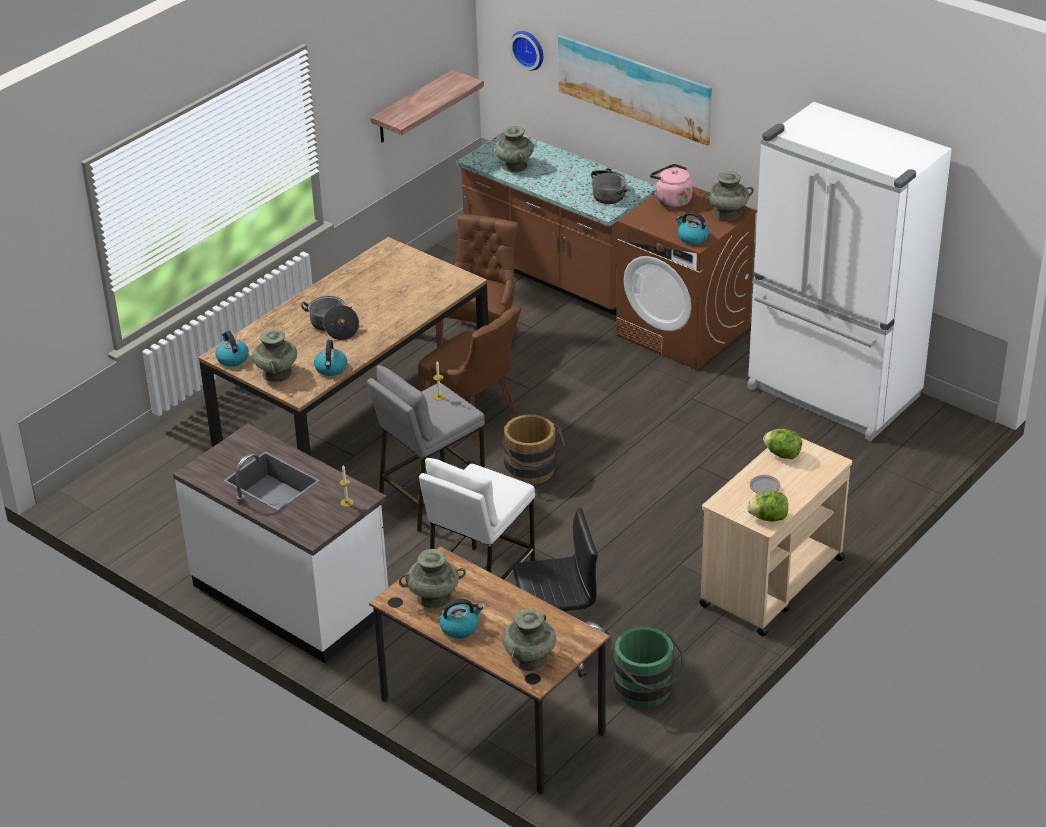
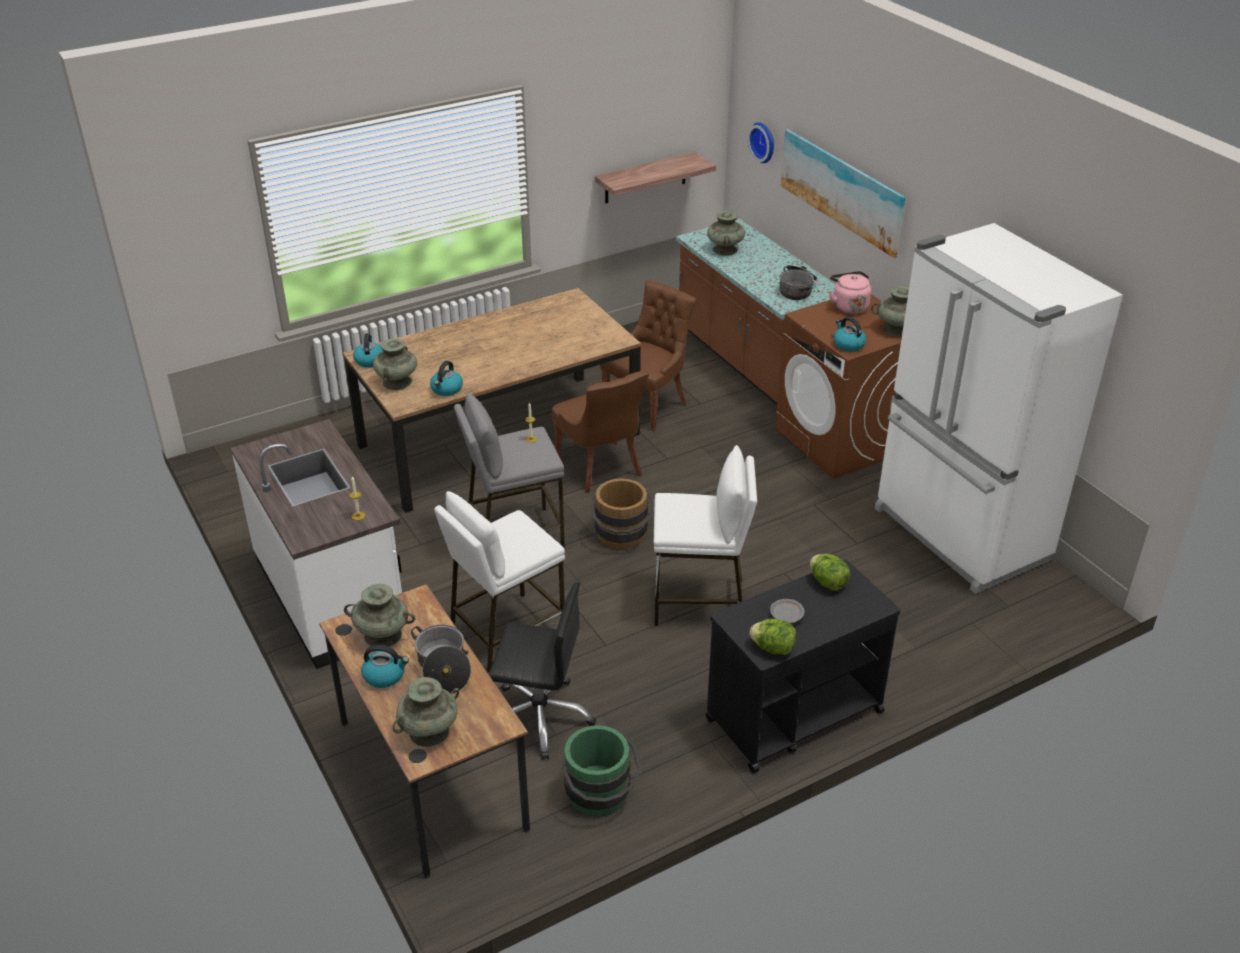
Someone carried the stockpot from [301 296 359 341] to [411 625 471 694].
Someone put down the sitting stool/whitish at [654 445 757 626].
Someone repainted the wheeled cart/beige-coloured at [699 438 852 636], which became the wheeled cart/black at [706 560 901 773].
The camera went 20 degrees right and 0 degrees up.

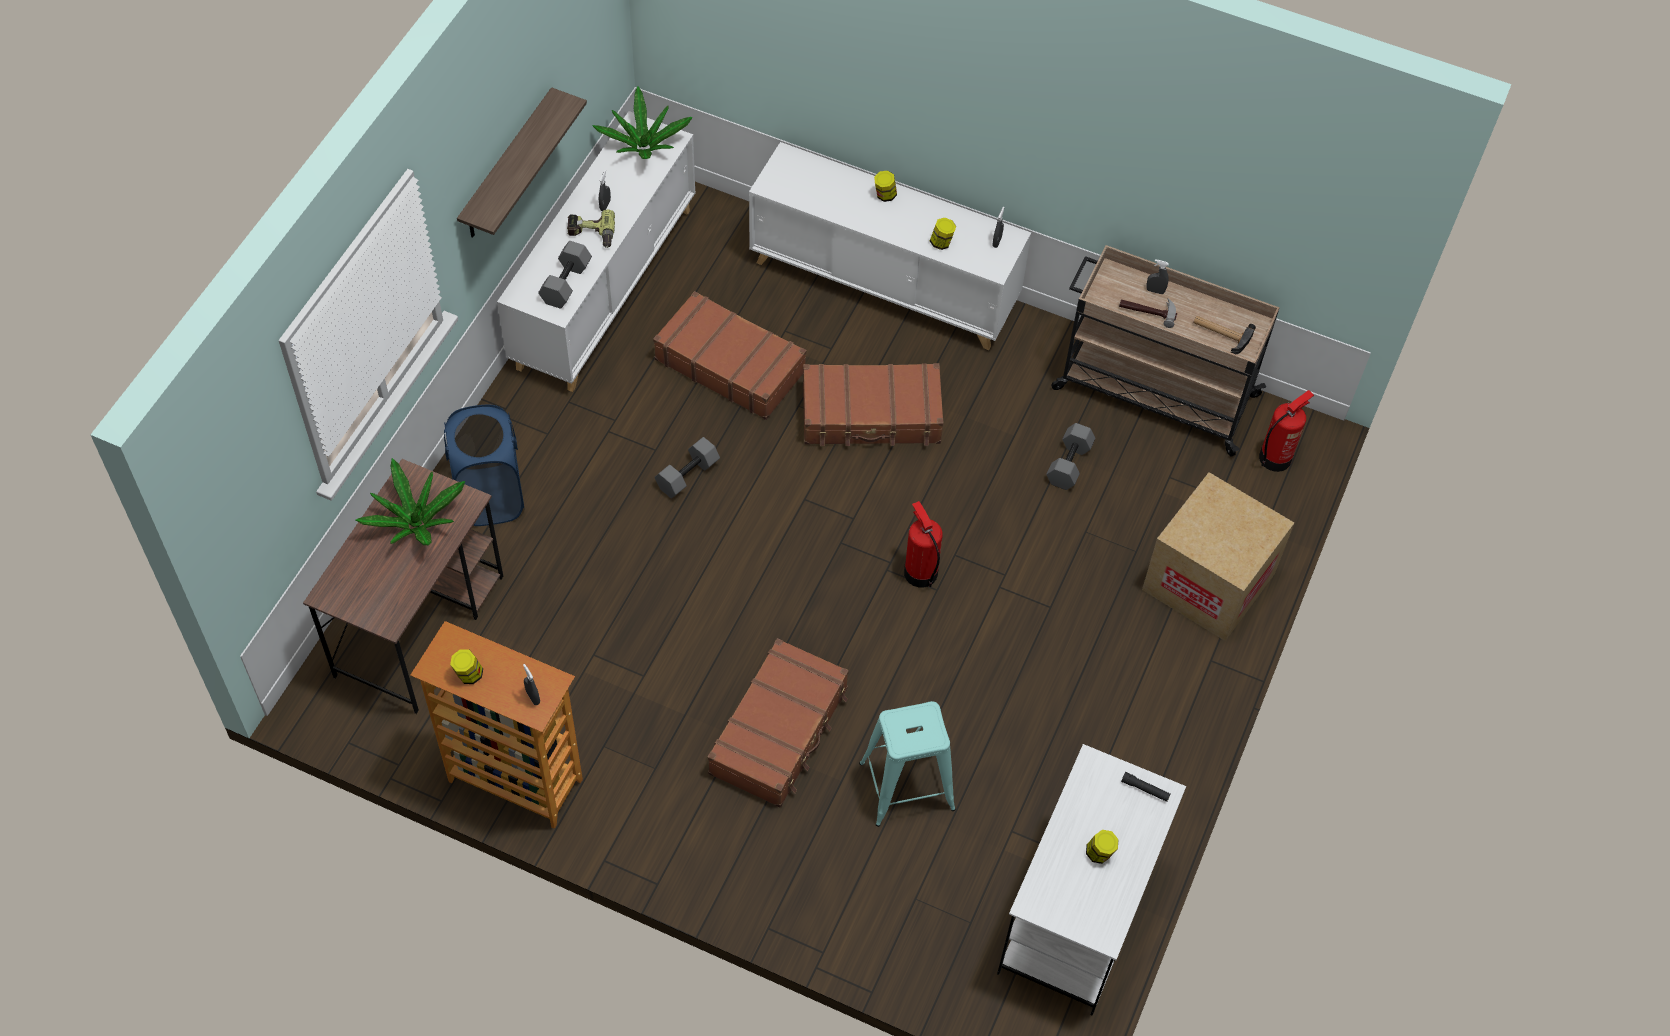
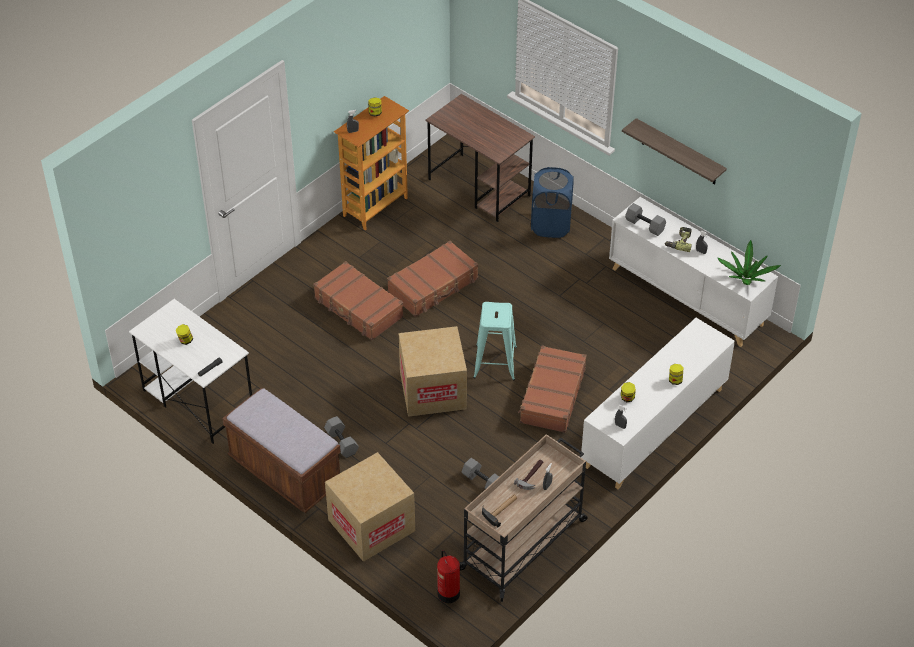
Someone put down the long seat/brownish at [222 388 341 513].
Someone carried the dumbbell/grey from [655 437 720 498] to [324 416 359 458].
Someone carried the suitcase/brownish from [653 291 807 420] to [387 241 478 317].
Someone swapped the fire-fighting cylinder at [904 501 943 588] for the cardboard box at [399 326 467 417].
Someone carried the sitting stool/turquoise-coloured from [859 701 956 827] to [473 302 517 381].
Someone took away the potted plant at [356 458 465 545].
The camera went 110 degrees right and 10 degrees down.

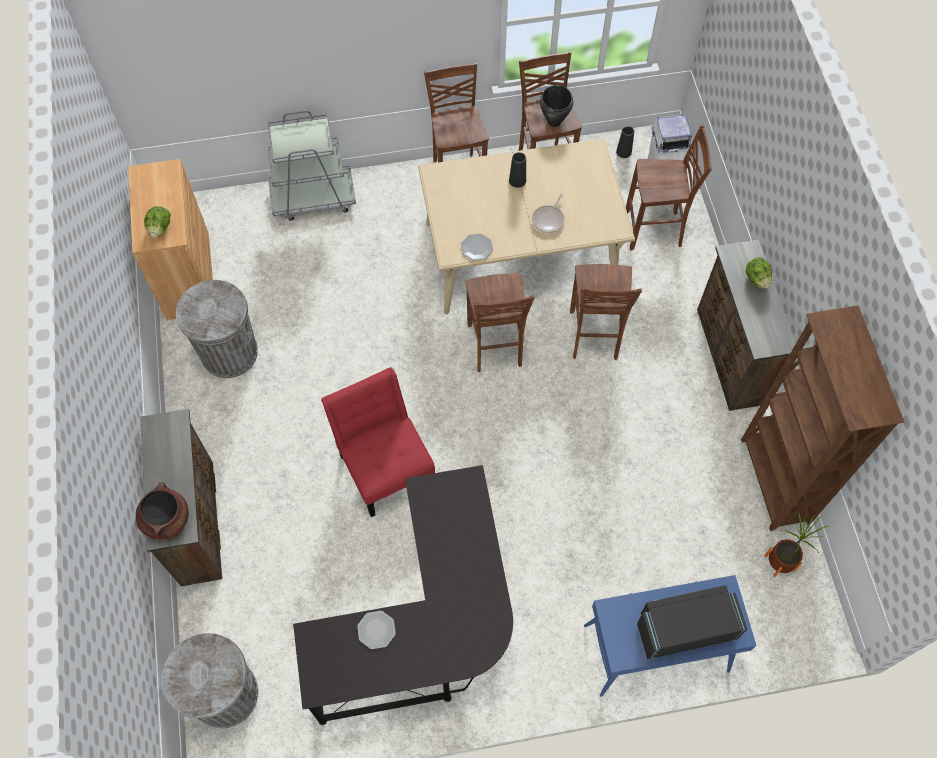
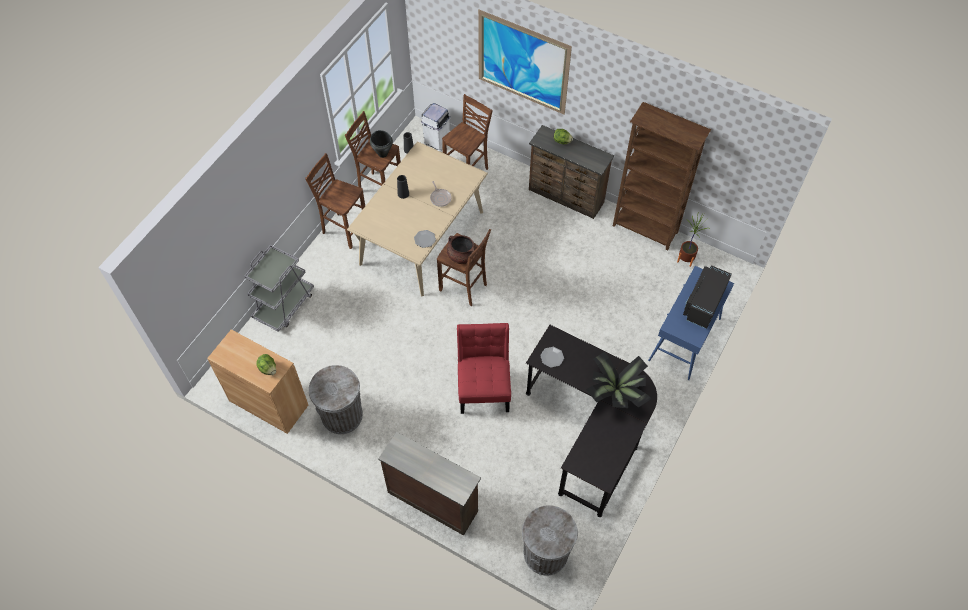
Someone carried the stockpot/brownish from [136 482 189 540] to [447 235 477 264].
Someone rotated the plain chair/reddish at [321 367 435 517] by 75 degrees clockwise.
Someone put up the wall art at [478 10 572 115].
Someone carried the plate from [357 611 396 649] to [540 347 564 368].
Someone put down the potted plant at [586 352 652 408].
Someone took away the sitting stool/brownish at [570 264 642 360].
The camera went 50 degrees left and 5 degrees down.

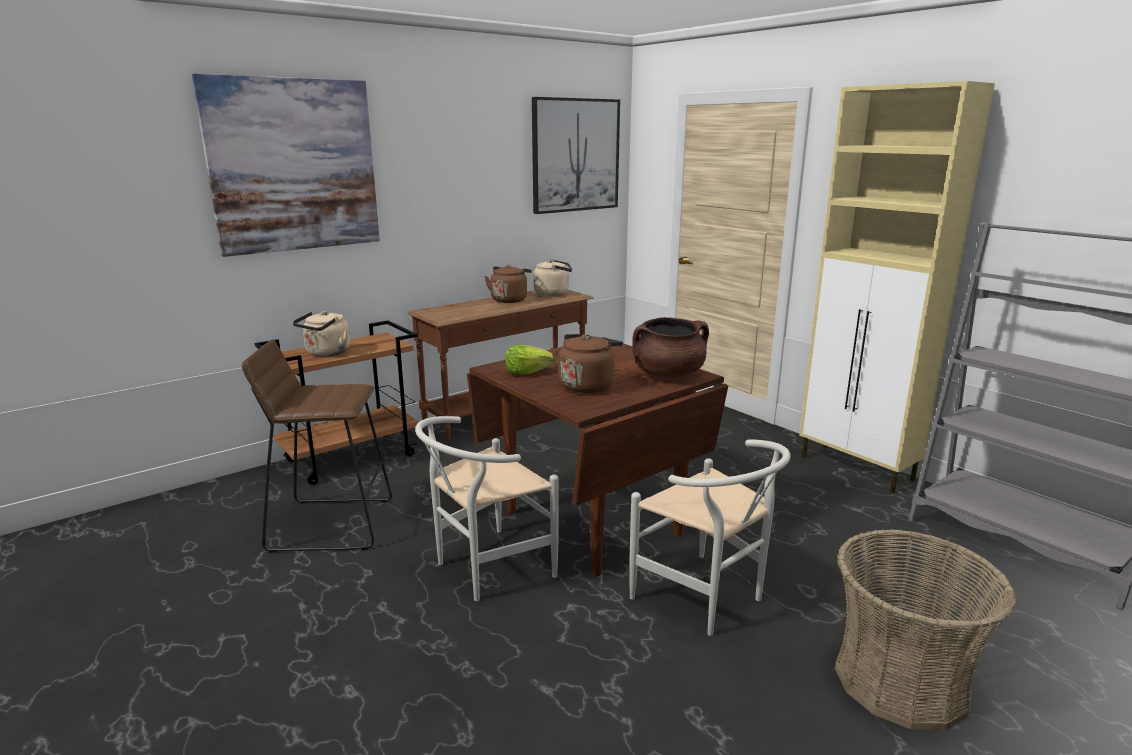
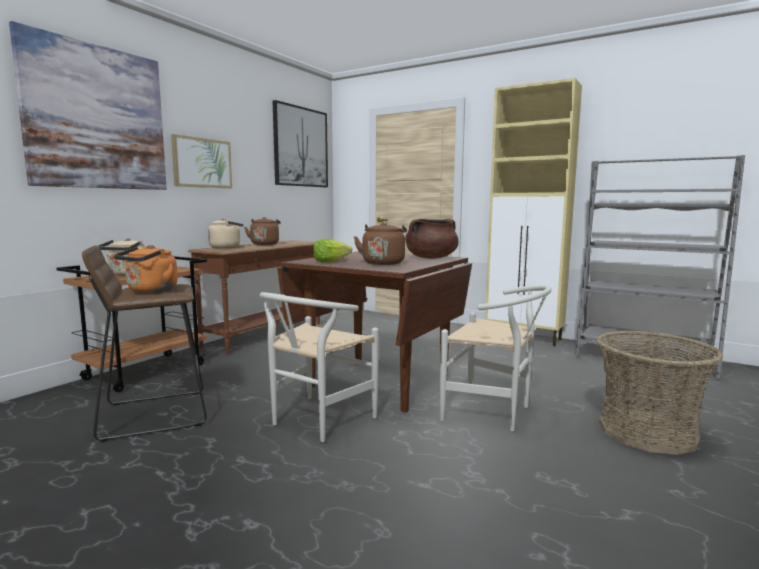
Someone put down the tea kettle/orangey at [114 245 178 293].
Someone put up the wall art at [171 134 232 188].
Someone carried the tea kettle/beige-coloured from [533 259 572 296] to [208 218 243 249].
The camera went 20 degrees left and 10 degrees down.

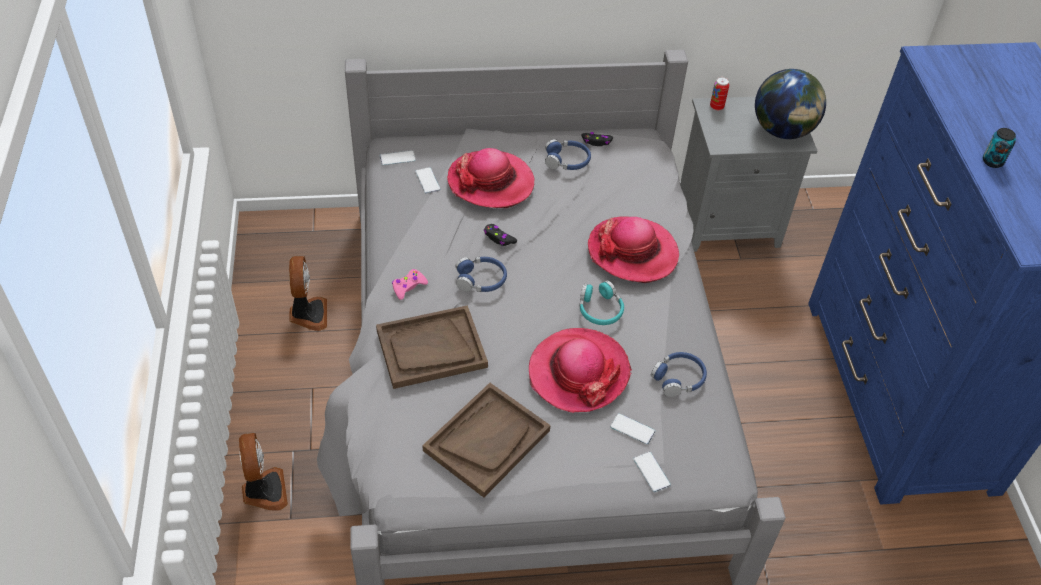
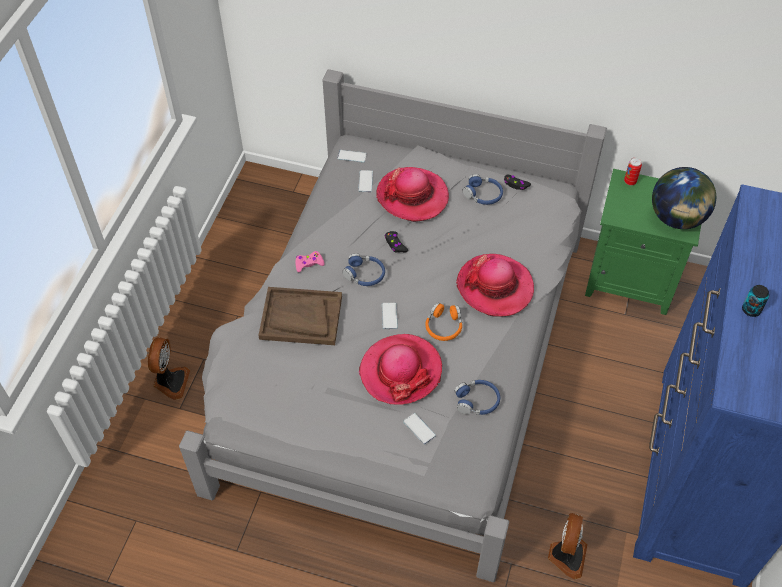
Someone carried the phone from [633 452 671 492] to [382 302 398 329].
Someone repainted the headphones/turquoise-coloured at [580 281 624 325], which became the headphones/orangey at [425 302 462 341].
Someone carried the cooling fan from [289 256 327 331] to [548 513 587 579].
Someone repainted the nightstand/grey at [680 97 817 252], which became the nightstand/green at [585 169 701 315].
Someone took away the serving tray/brownish at [422 383 551 498].
The camera went 25 degrees right and 5 degrees up.

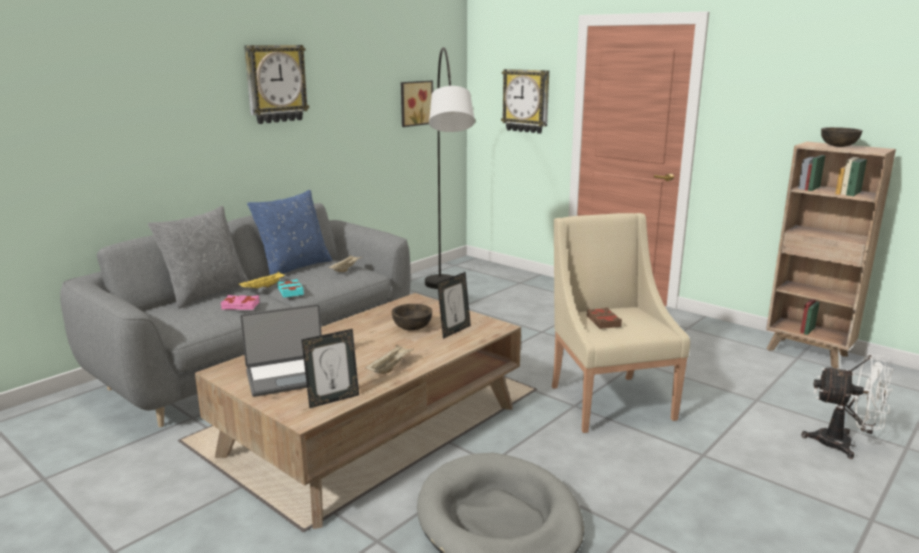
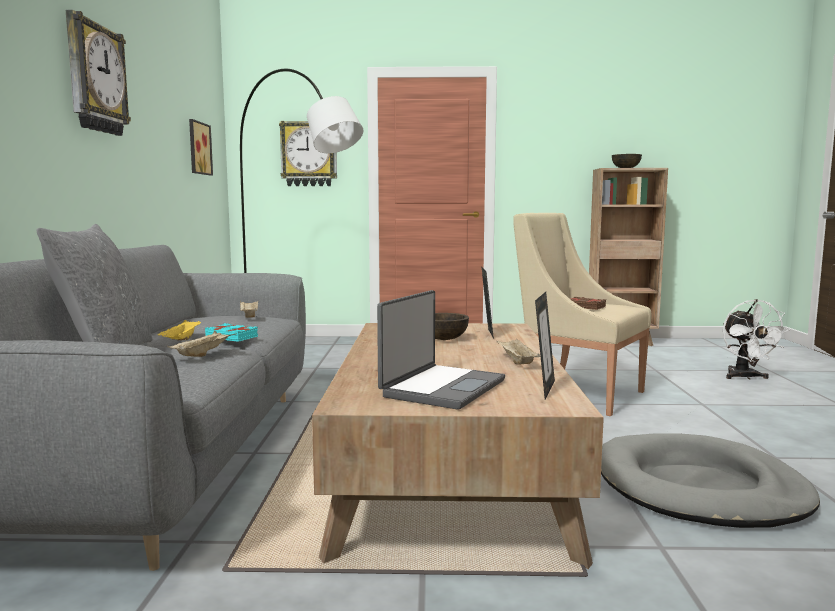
Someone swapped the book/pinkish at [220 295 259 310] for the serving tray/beige-coloured at [168 331 237 357].
Someone rotated the cooling fan/whitish at [801 353 893 459] by 105 degrees clockwise.
Someone took away the pillow/blue-coloured at [247 190 333 275].
The camera went 40 degrees left and 10 degrees down.

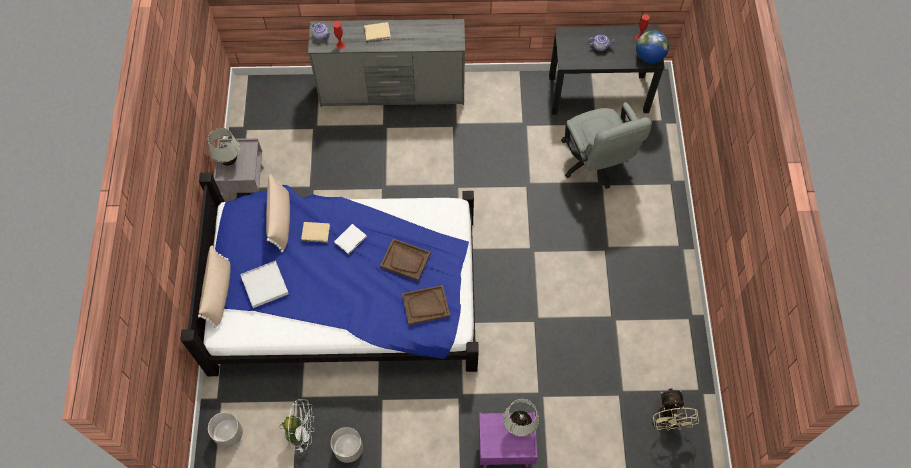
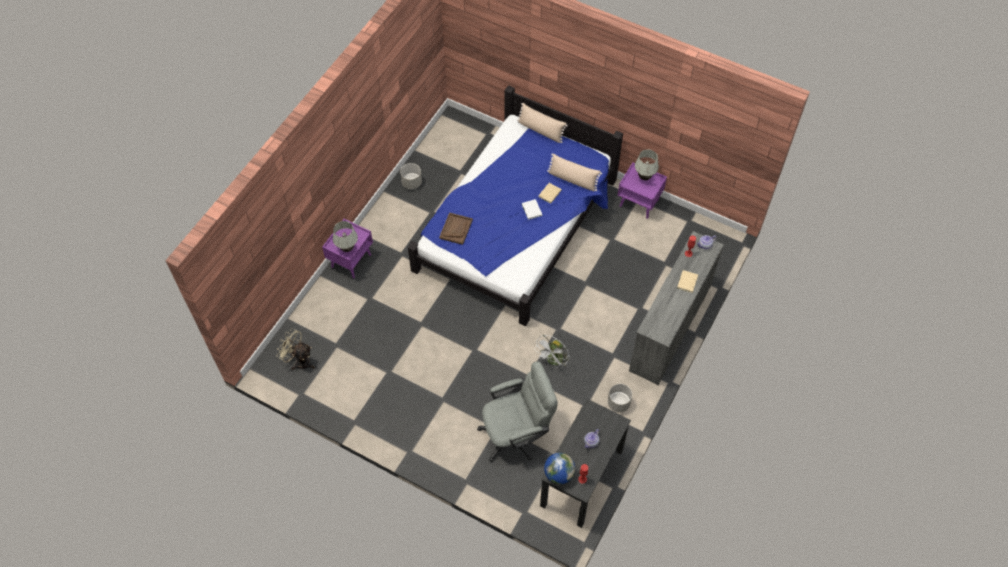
Someone rotated the computer chair/grey at [561 102 652 189] by 150 degrees clockwise.
Someone carried the cooling fan/whitish from [280 399 315 453] to [534 335 570 368].
Someone carried the flower pot/grey from [208 412 243 448] to [608 384 632 412].
Someone repainted the nightstand/grey at [214 138 264 201], which became the nightstand/purple at [618 162 667 219].
Someone took away the serving tray/whitish at [240 261 289 308].
Someone took away the serving tray/brownish at [380 239 431 281].
The camera went 120 degrees right and 5 degrees down.

